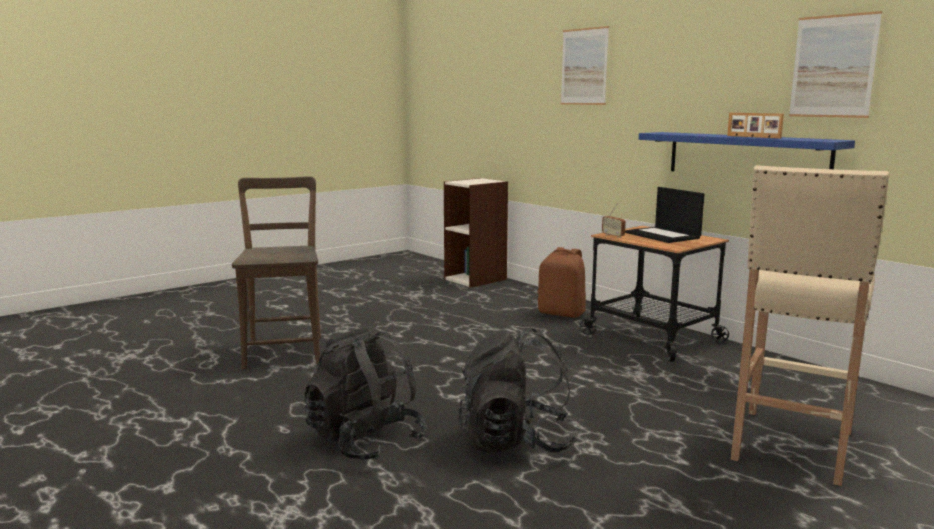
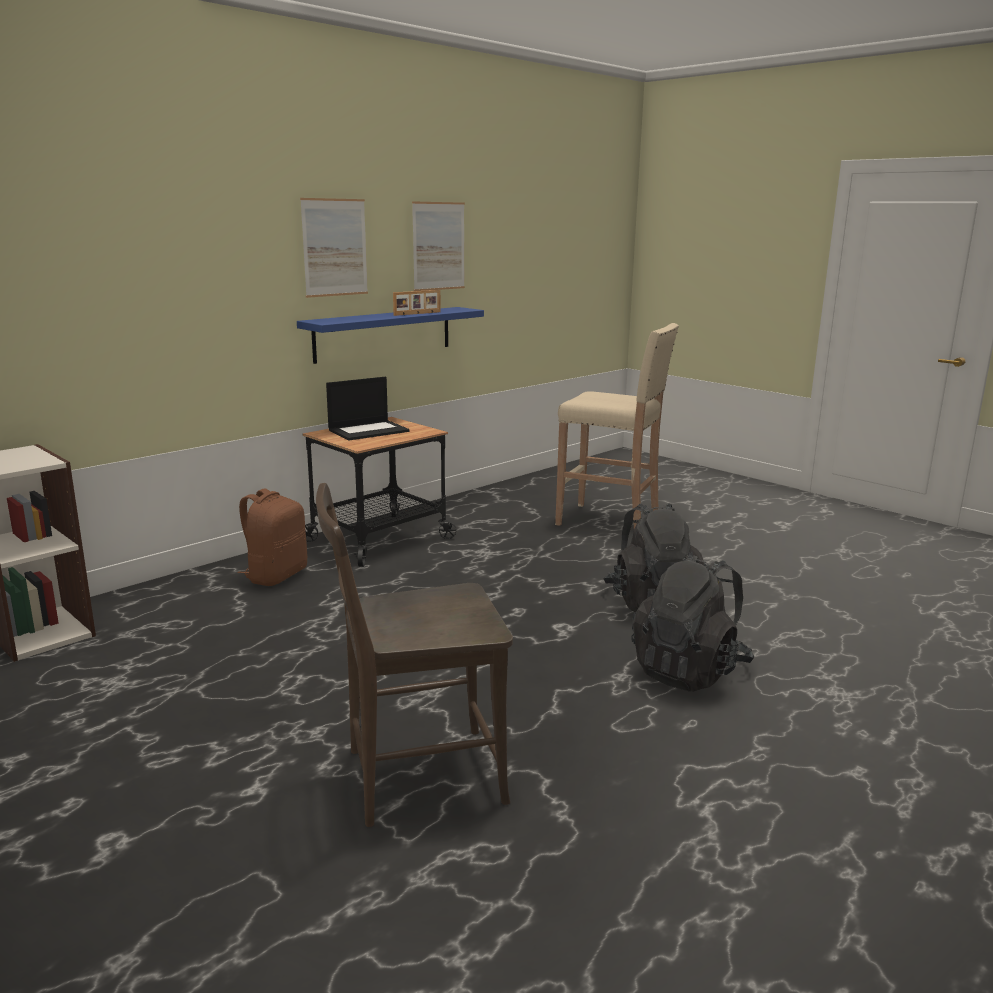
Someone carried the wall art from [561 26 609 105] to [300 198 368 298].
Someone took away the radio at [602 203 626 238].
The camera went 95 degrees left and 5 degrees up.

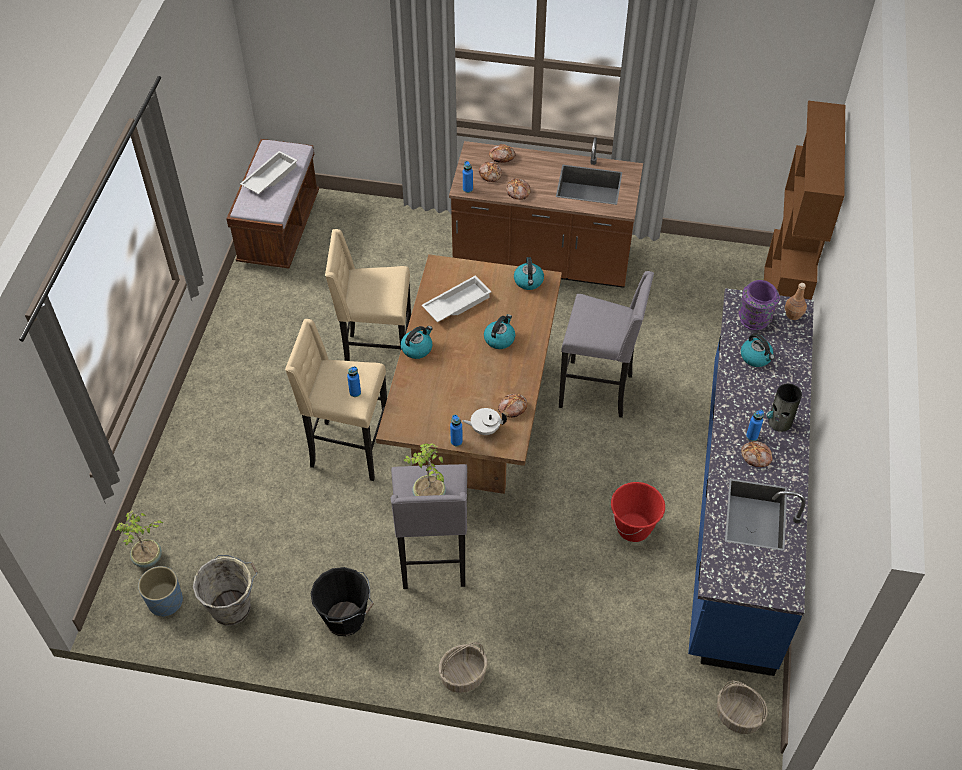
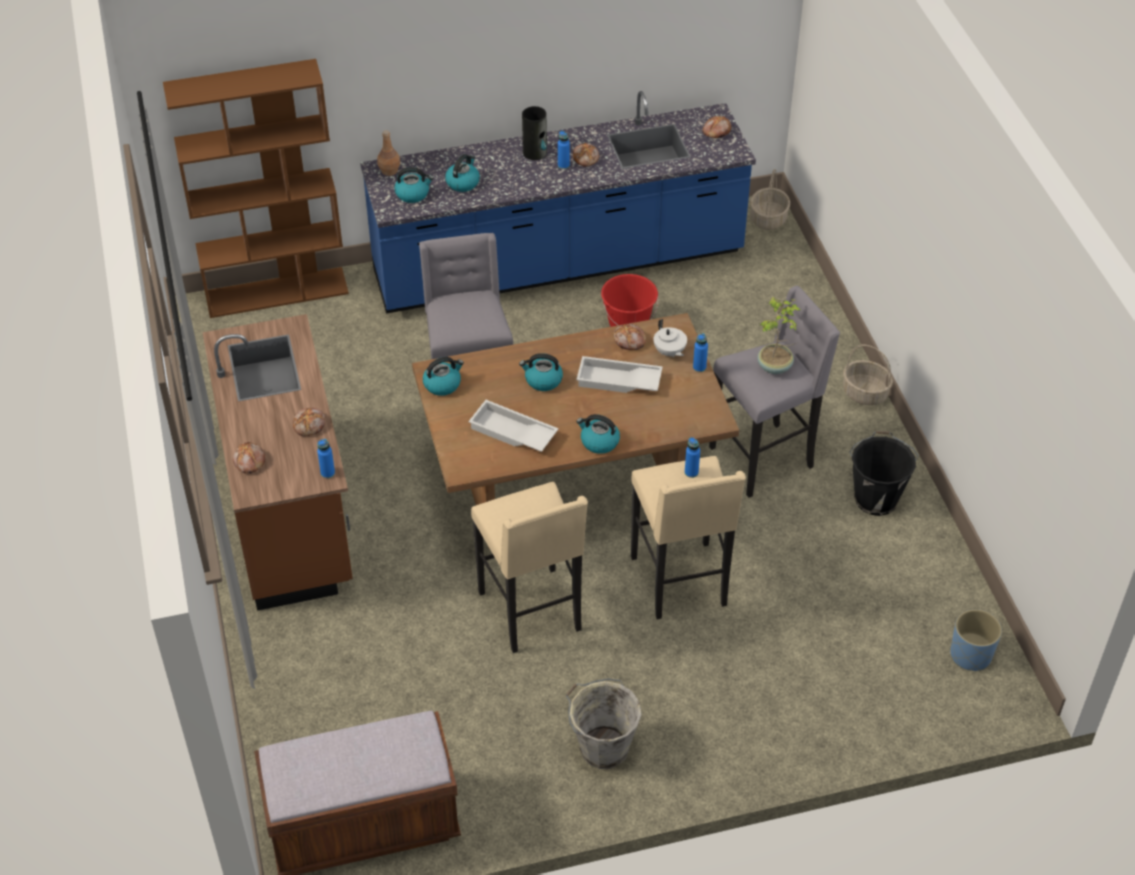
Someone swapped the decorative vase/purple at [738 280 780 330] for the tea kettle at [394 167 434 203].
Someone carried the water bucket/grey from [193 555 258 626] to [566 679 642 769].
Someone carried the serving tray/whitish from [240 151 298 194] to [576 356 663 393].
Someone carried the baked bread from [479 162 502 182] to [702 116 731 138].
Someone took away the potted plant at [116 510 163 568].
The camera went 115 degrees left and 5 degrees down.

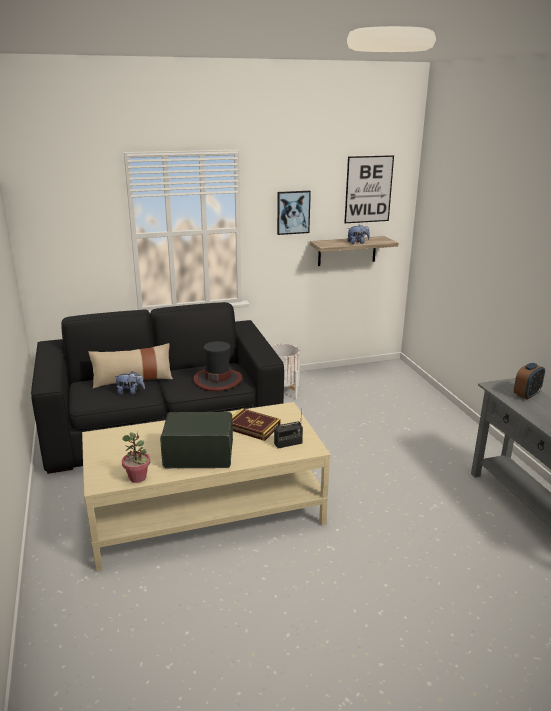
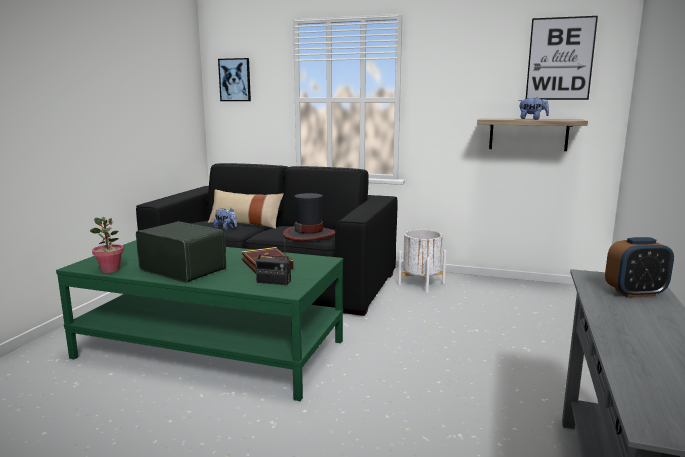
Someone repainted the coffee table/beige-coloured at [82 402 331 571], which became the coffee table/green at [56 240 343 401].
Someone carried the wall art from [277 191 311 235] to [218 58 251 101].
The camera went 35 degrees right and 10 degrees down.

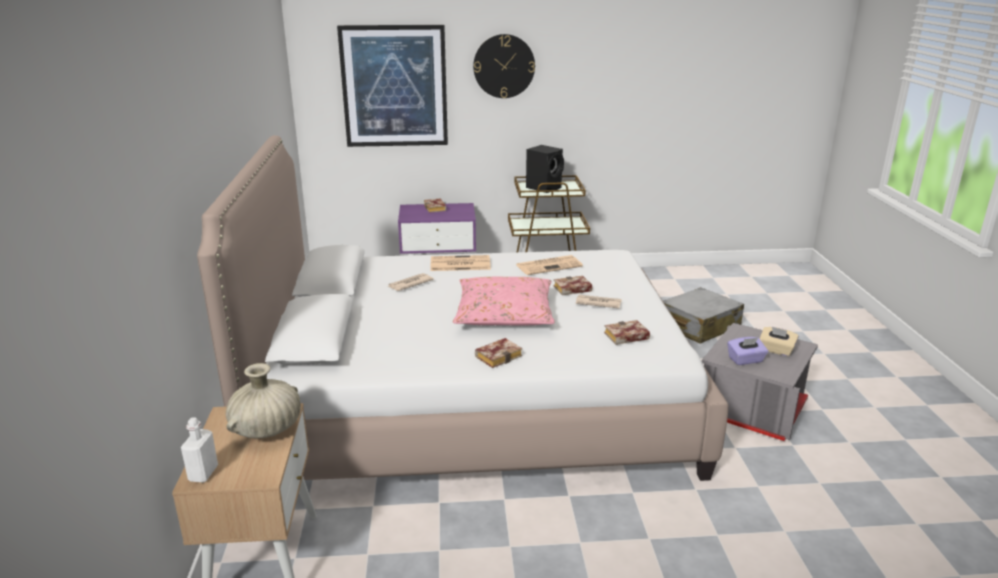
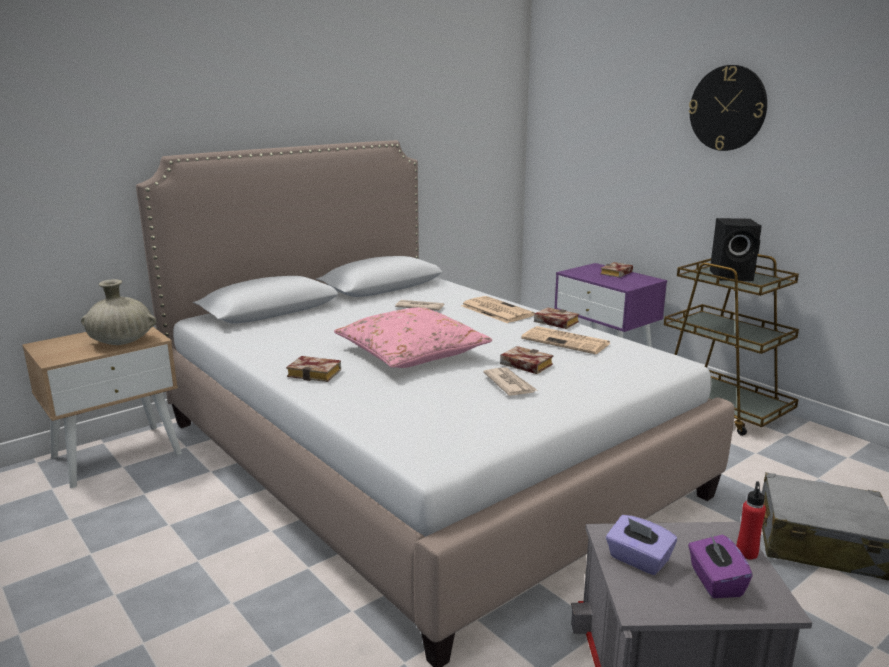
Someone carried the book from [604 320 650 345] to [534 307 579 329].
Someone repainted the box of tissues/beige-coloured at [759 327 799 356], which became the box of tissues/purple at [688 534 753 598].
Someone put down the bottle/reddish at [736 481 766 560].
Someone took away the bottle/whitish at [181 417 218 483].
Someone took away the wall art at [337 25 448 147].
The camera went 55 degrees right and 5 degrees down.

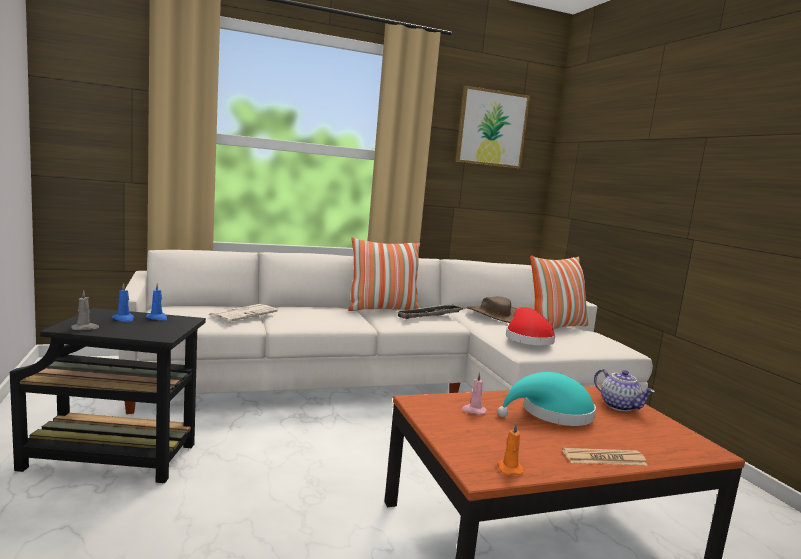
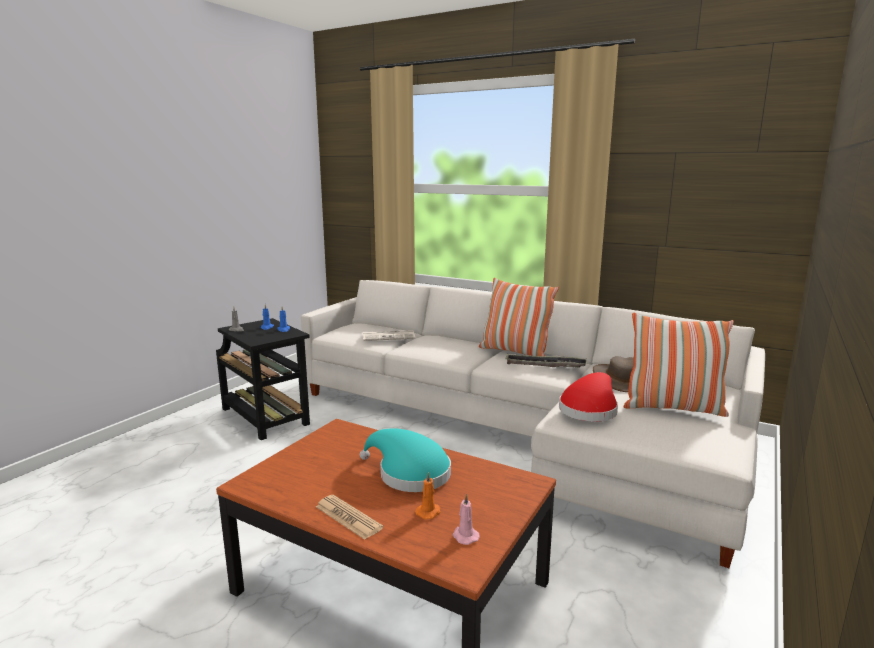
Someone carried the wax candle/orangey from [497 422 524 475] to [415 472 441 520].
Someone carried the wax candle/pinkish from [461 372 487 414] to [453 494 480 545].
Someone took away the wall art at [455 85 530 168].
Someone took away the pot for tea at [594 369 655 412].
The camera went 50 degrees right and 5 degrees up.

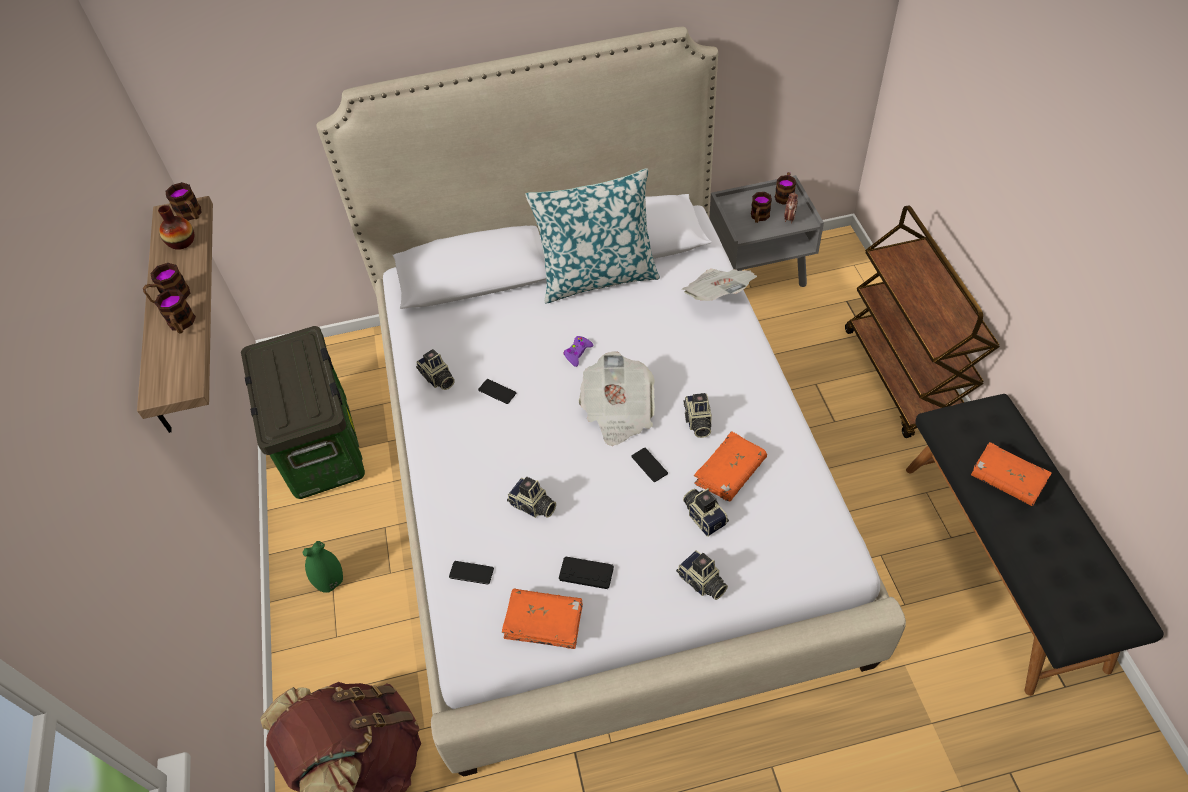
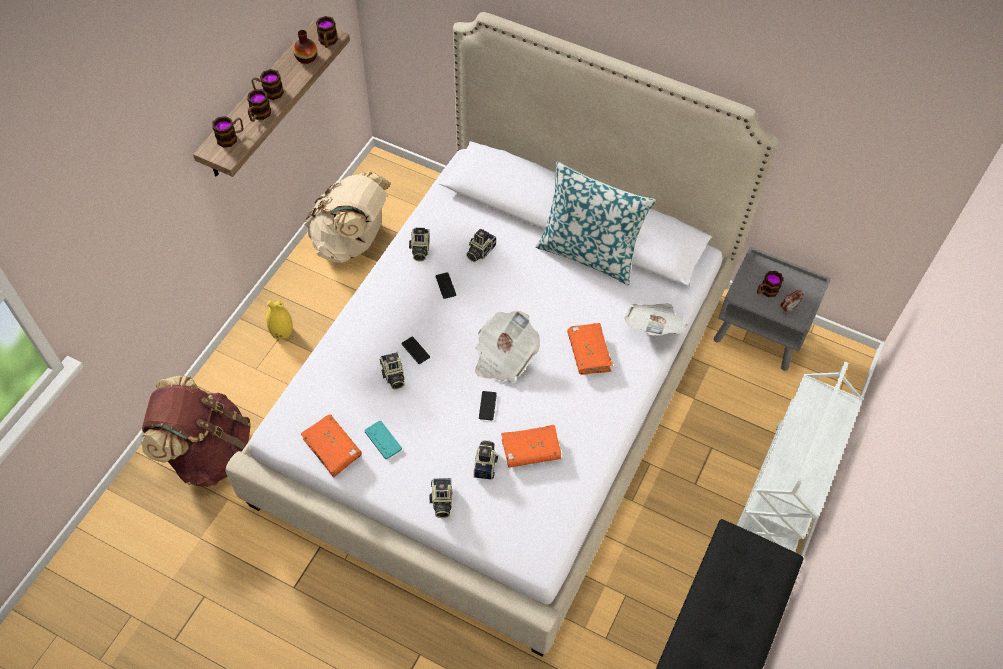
Someone carried the mug from [775 172 796 205] to [212 116 243 148].
Someone repainted the decorative vase/green at [303 541 343 593], which became the decorative vase/yellow at [266 300 293 339].
Someone swapped the storage bin at [241 326 365 499] for the knapsack/beige-coloured at [305 172 391 263].
Someone repainted the game controller/black at [559 557 614 589], which became the game controller/turquoise-coloured at [365 420 402 459].
Someone carried the phone from [449 561 494 585] to [401 337 430 364].
Someone carried the still camera from [683 393 712 438] to [466 229 496 262].
Someone carried the book/orangey from [971 442 1052 506] to [567 323 613 375].
Someone repainted the wheeled cart/brownish at [845 205 1000 438], which became the wheeled cart/whitish at [736 362 863 552].
Someone took away the game controller/purple at [564 336 593 367].
The camera went 35 degrees right and 5 degrees up.

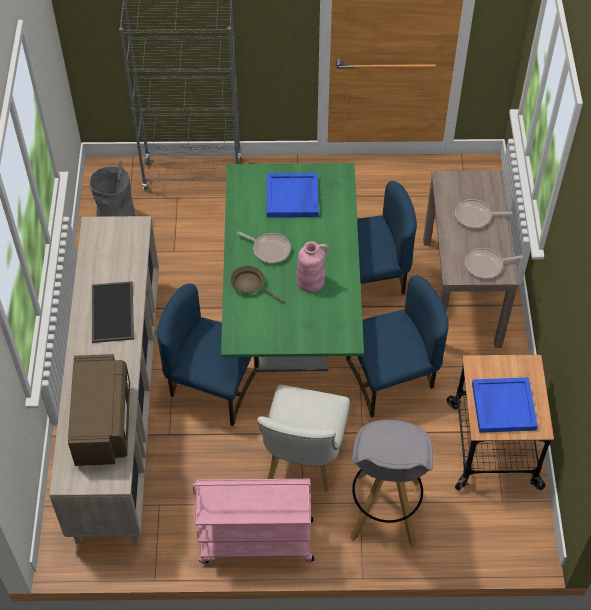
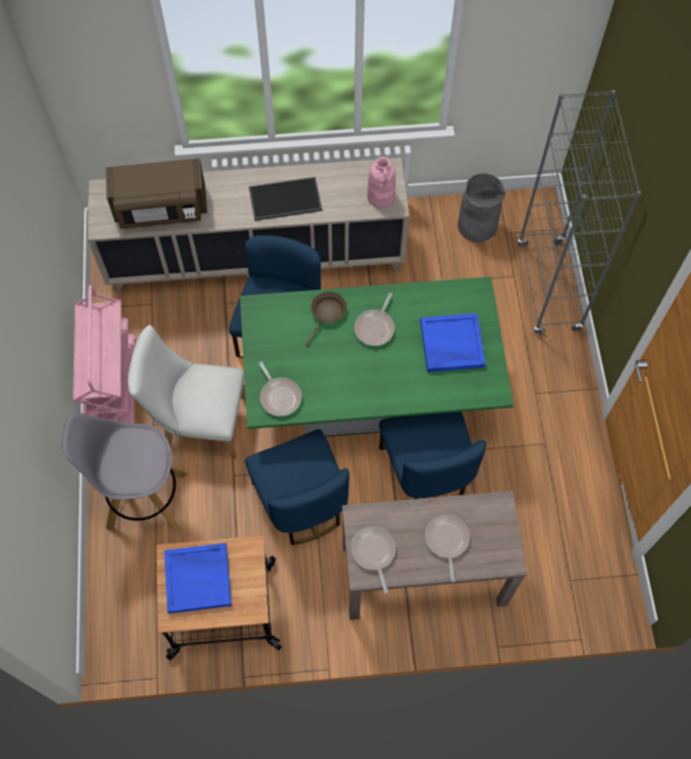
Someone put down the skillet at [259 362 302 416].
Someone carried the decorative vase/pinkish from [296 241 328 292] to [367 157 396 208].
The camera went 85 degrees right and 10 degrees up.

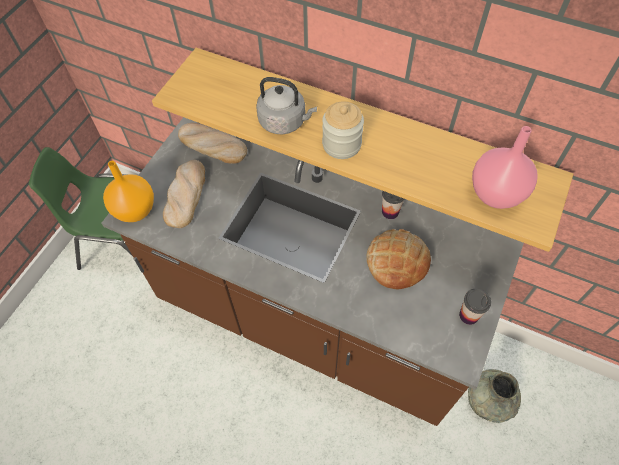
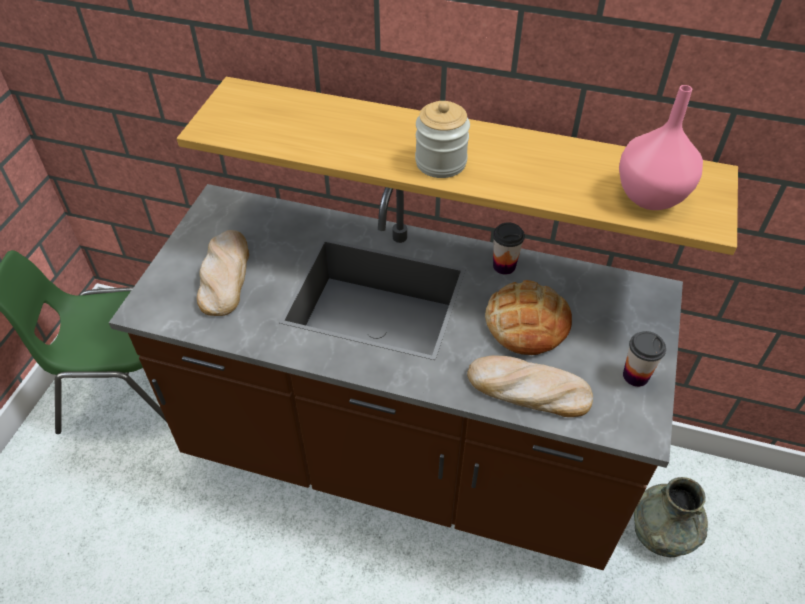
Someone carried the baked bread from [178 123 247 164] to [467 355 593 417].
Someone took away the decorative vase/orangey at [103 161 154 222].
Someone took away the tea kettle/grey at [256 77 317 135].
The camera went 10 degrees left and 10 degrees down.

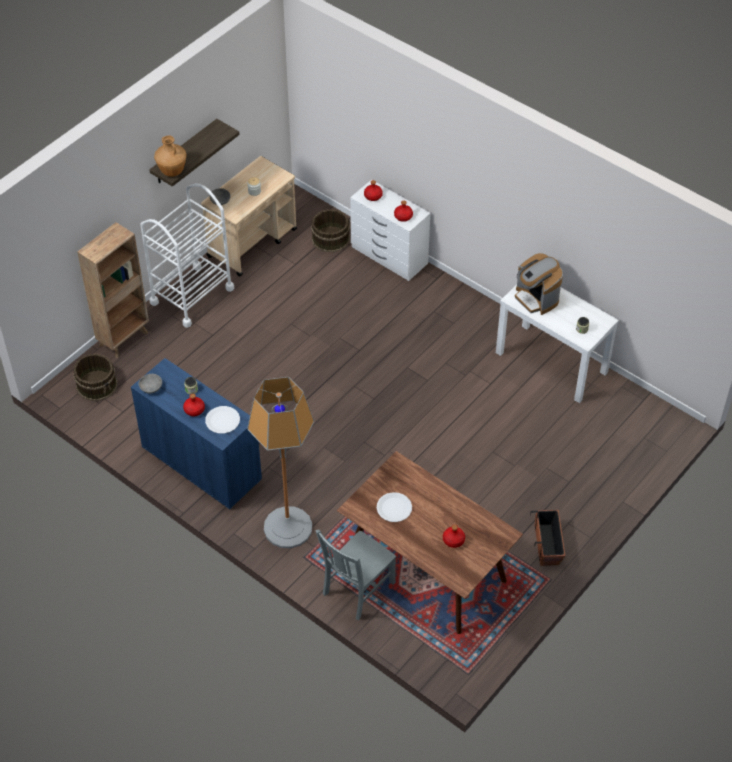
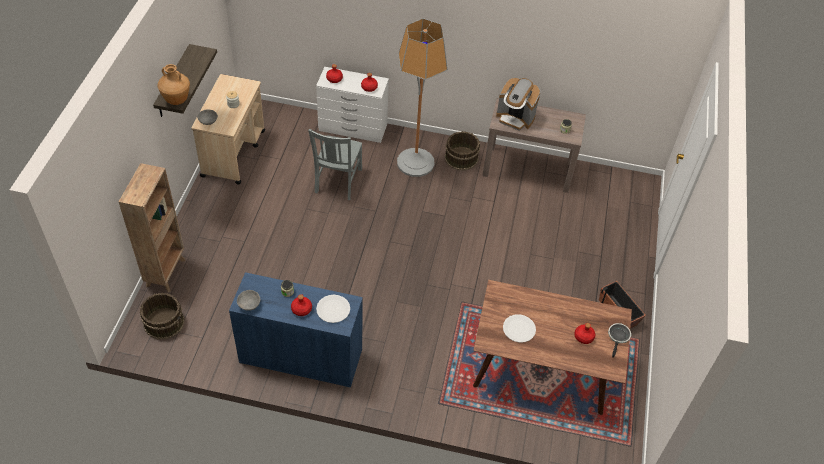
Someone carried the plain chair/grey from [315 529 396 620] to [308 129 362 200].
Someone carried the standing lamp from [247 377 314 548] to [397 18 448 177].
Someone carried the water bucket/brownish from [311 209 350 253] to [445 131 480 171].
Someone repainted the narrow table/whitish at [496 285 619 403], which became the narrow table/brownish at [482 98 586 193].
Someone put down the skillet at [608 323 631 358].
Someone took away the wheeled cart/whitish at [140 183 234 328].
The camera went 30 degrees left and 0 degrees up.

